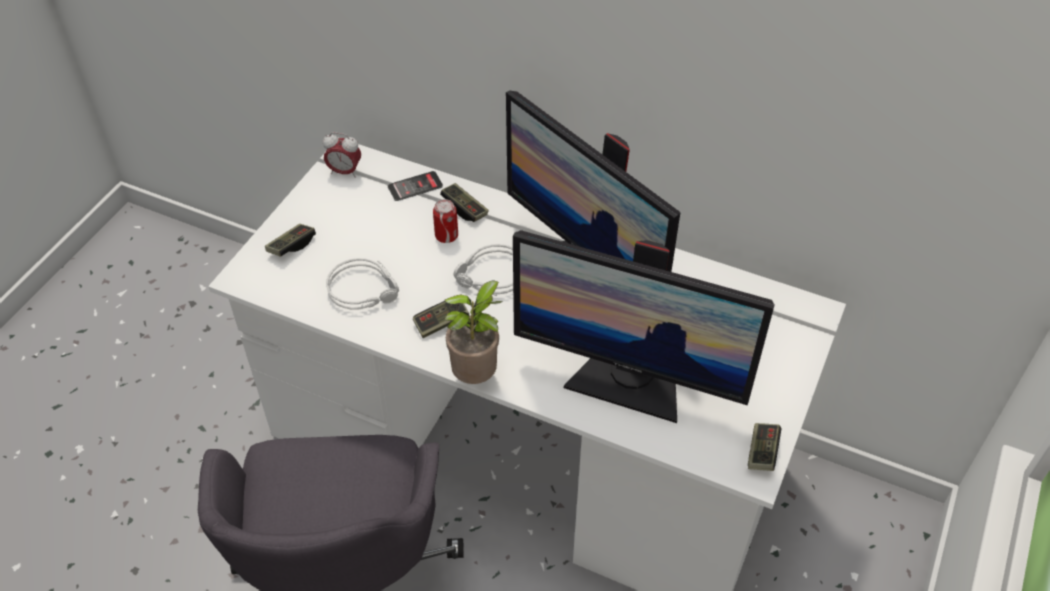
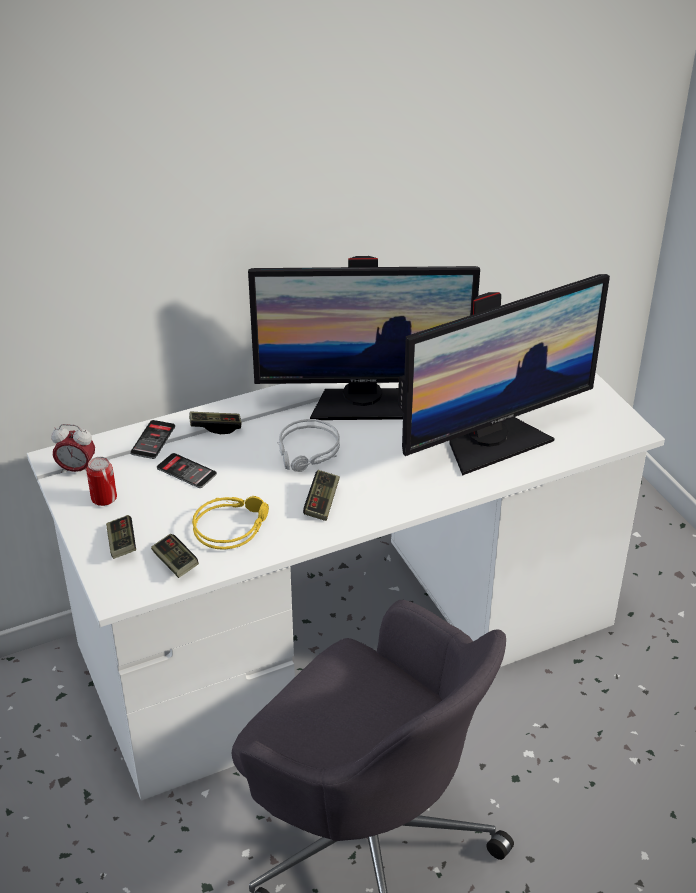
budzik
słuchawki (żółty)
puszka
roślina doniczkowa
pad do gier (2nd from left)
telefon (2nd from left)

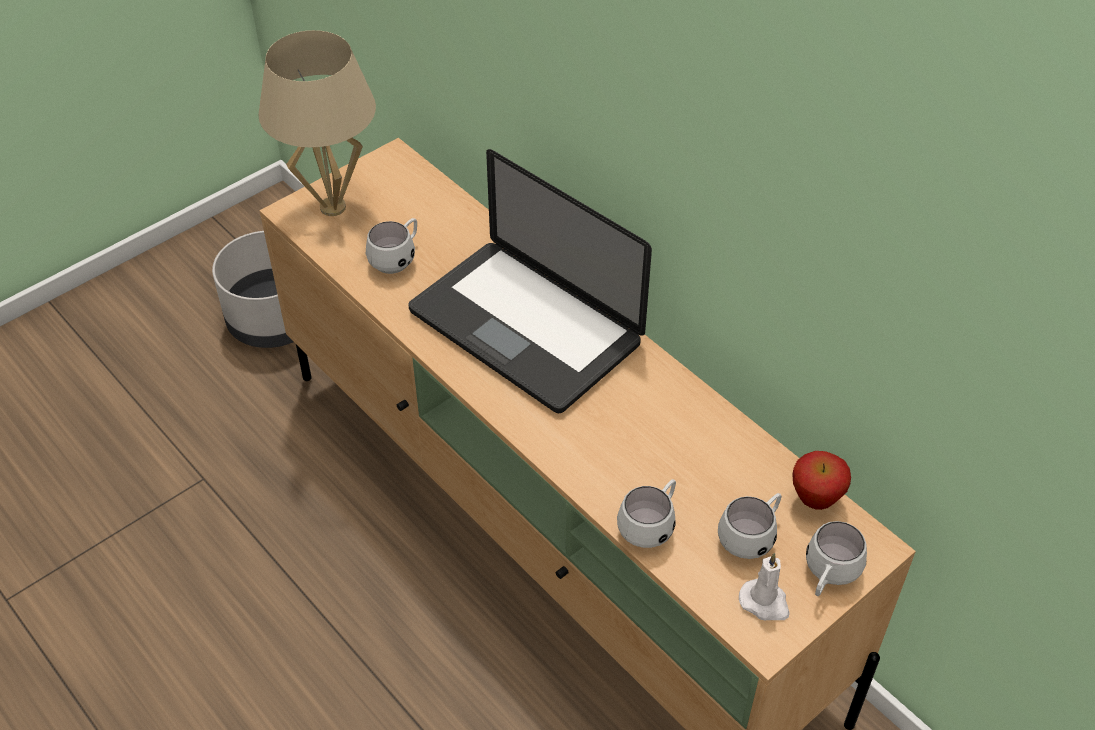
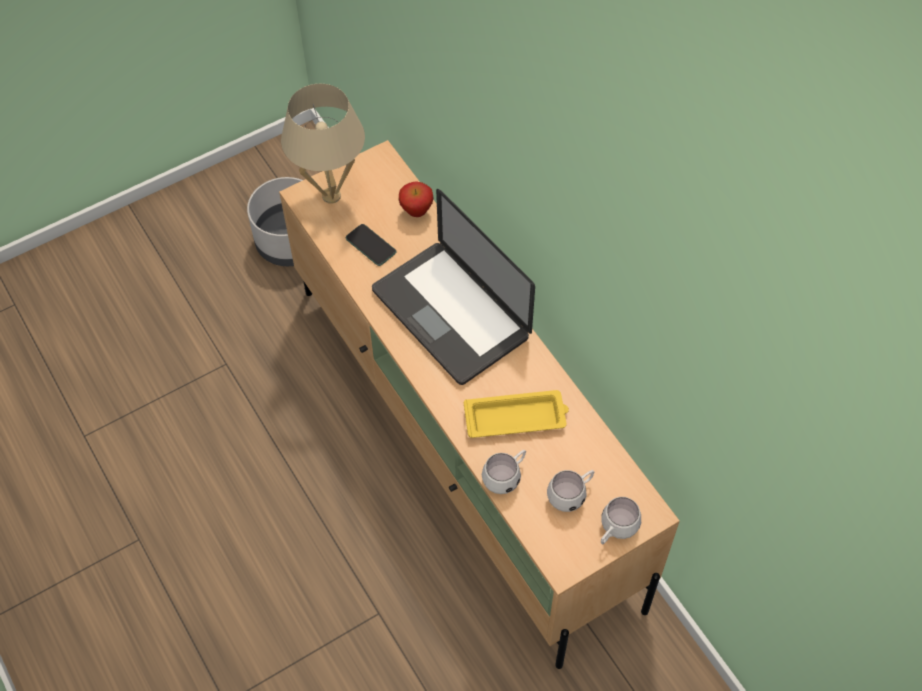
telefon
świeca (biały)
jabłko
taca (żółty)

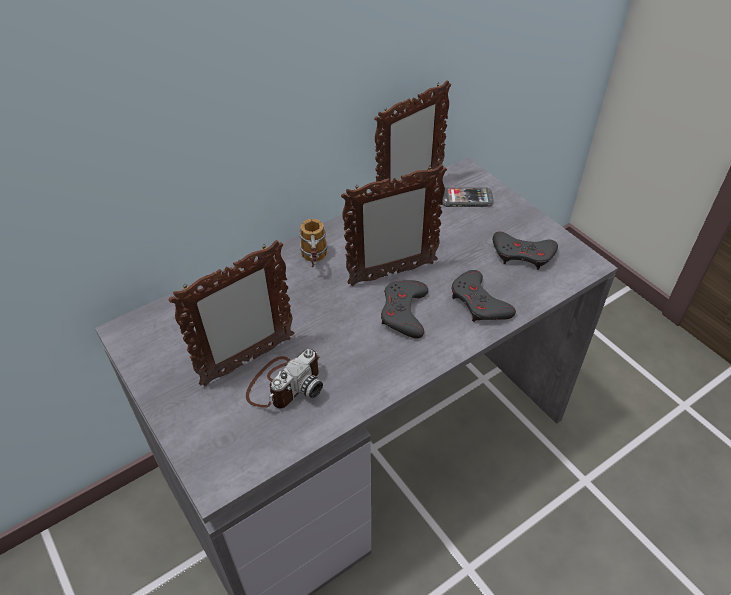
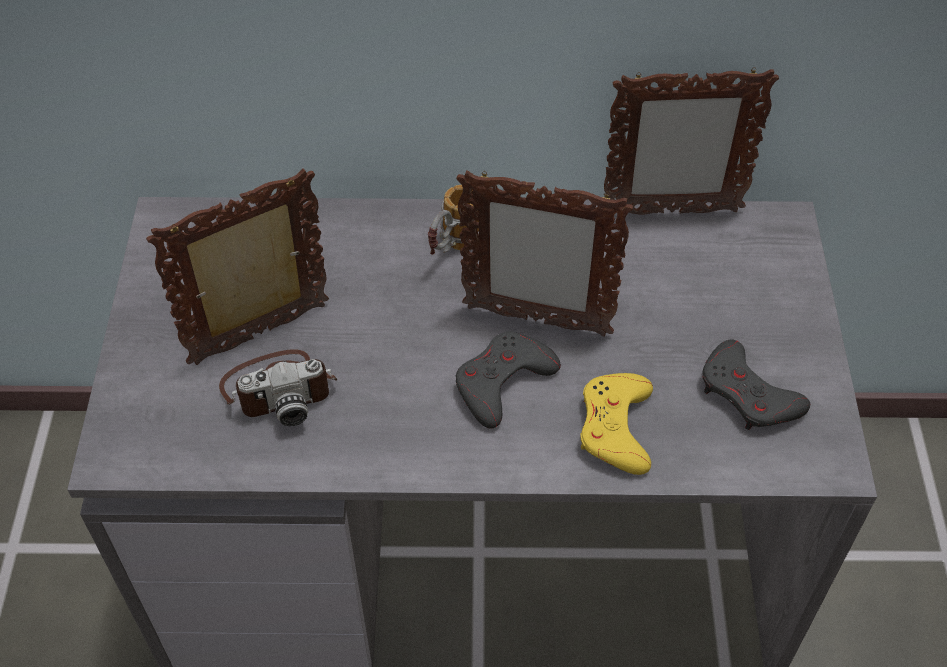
ramka na zdjęcie (1st from left)
telefon
pad do gier (żółty)

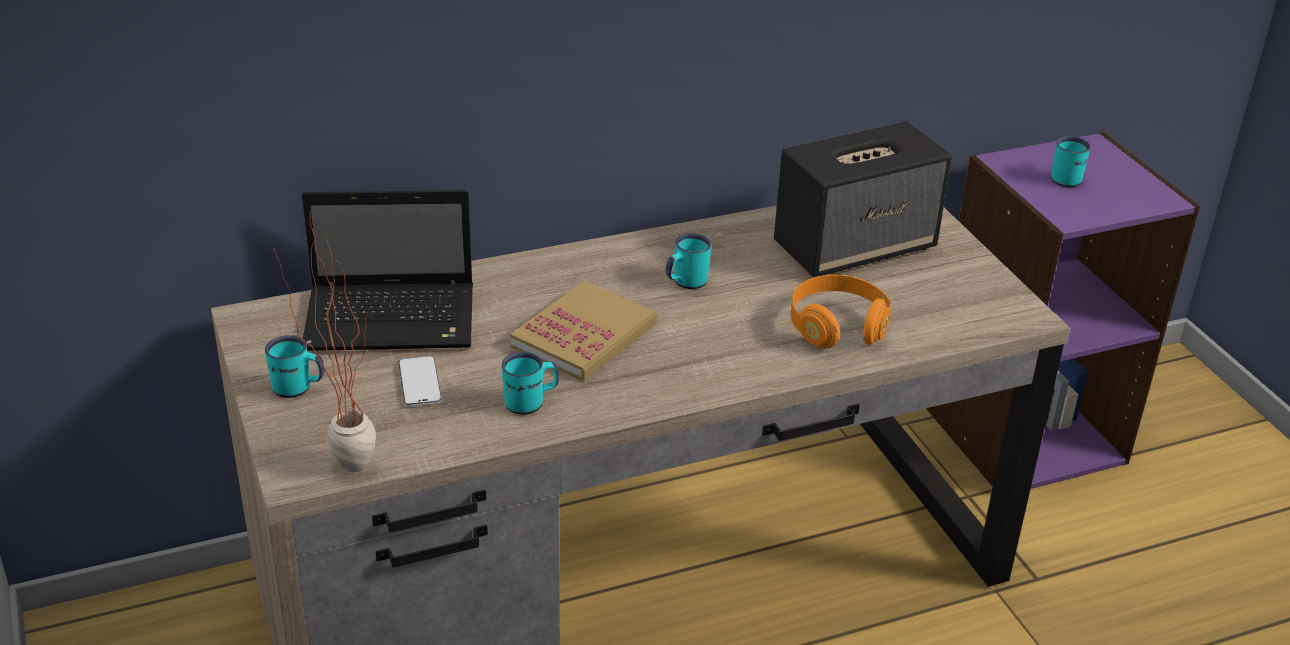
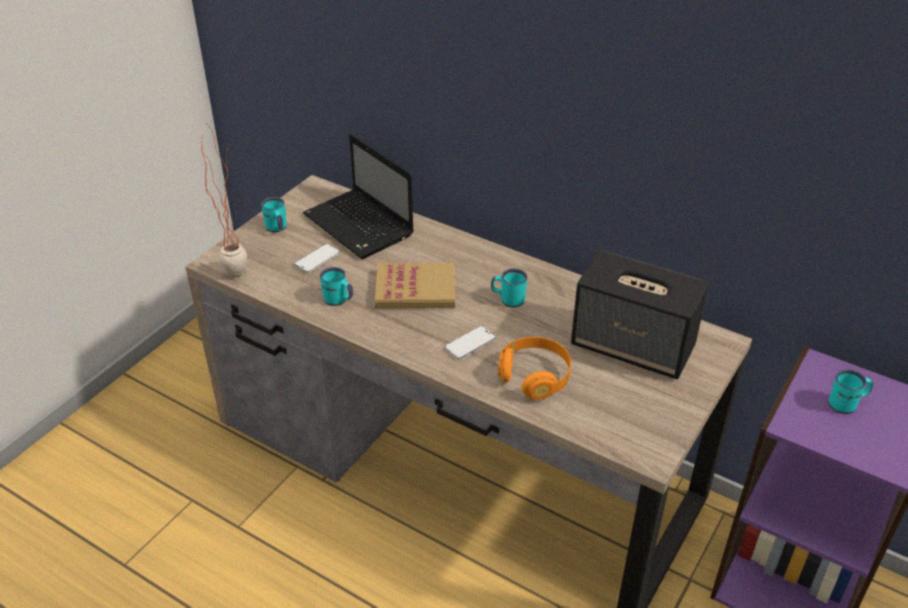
telefon (2nd from left)

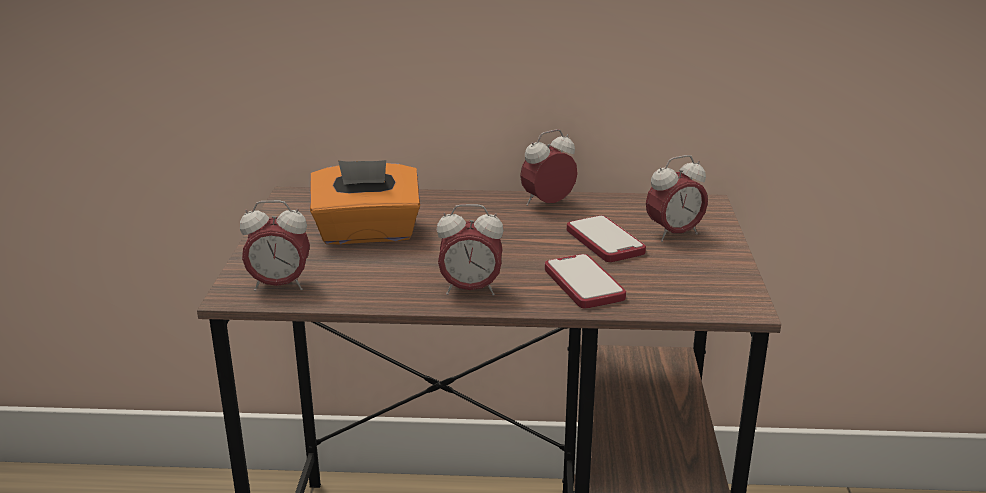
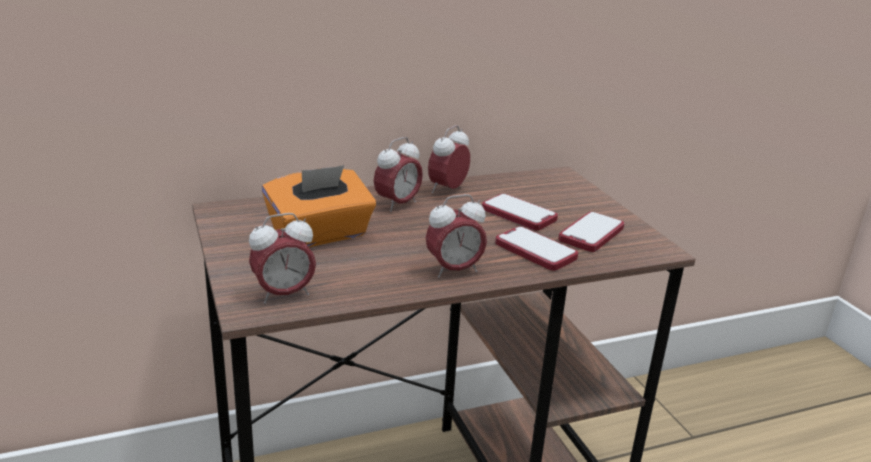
budzik (2nd from left)
telefon (3rd from left)

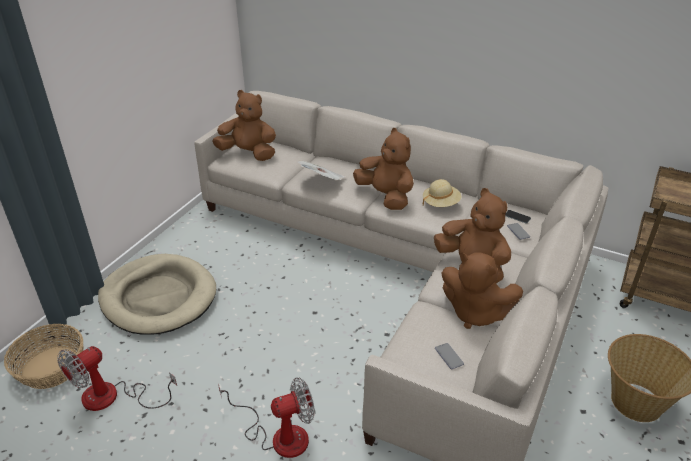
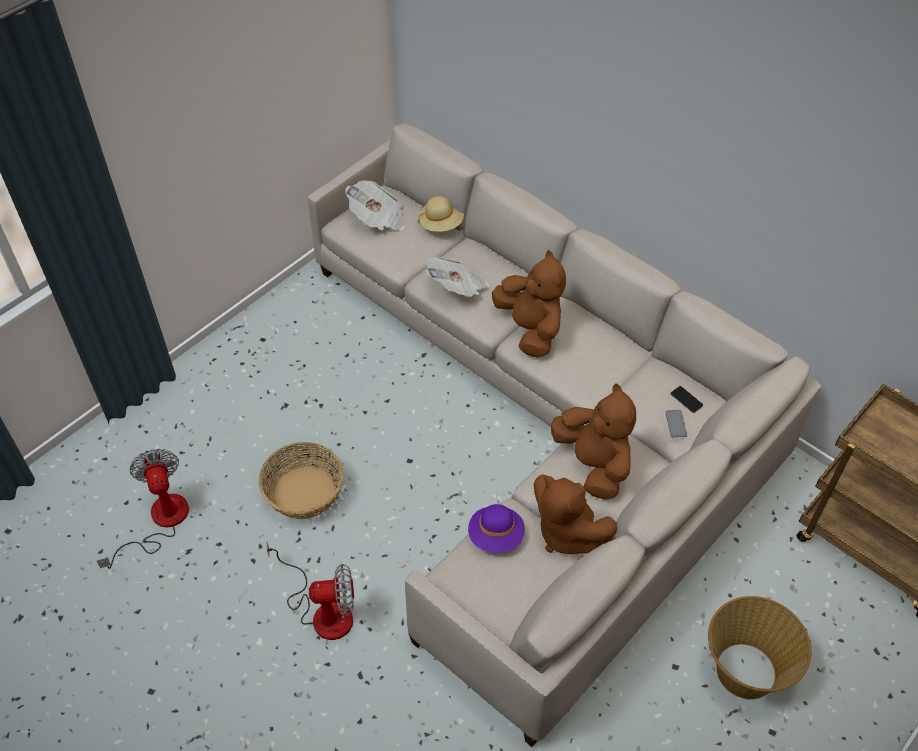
koszyk (1st from left)
wentylator (1st from left)
legowisko (beżowy)
gazeta (1st from left)
kapelusz (beżowy)
telefon (1st from left in the first image)
kapelusz (fioletowy)

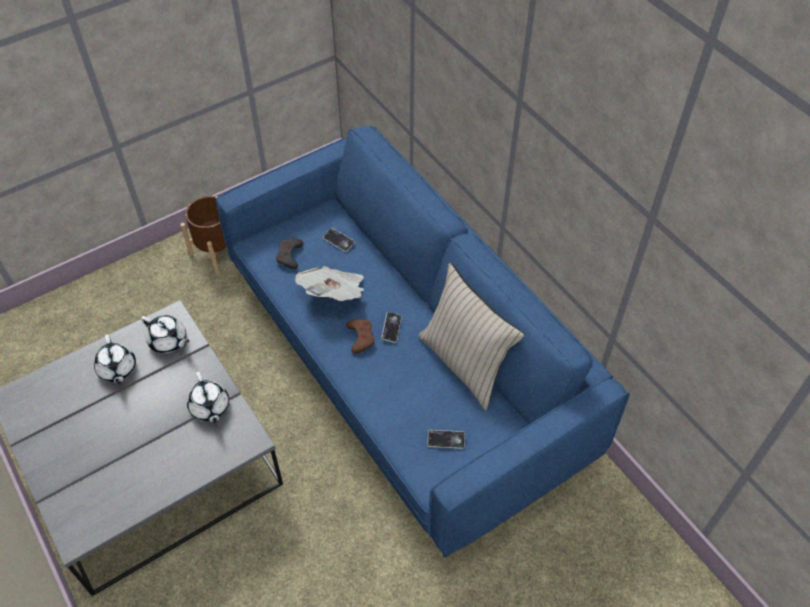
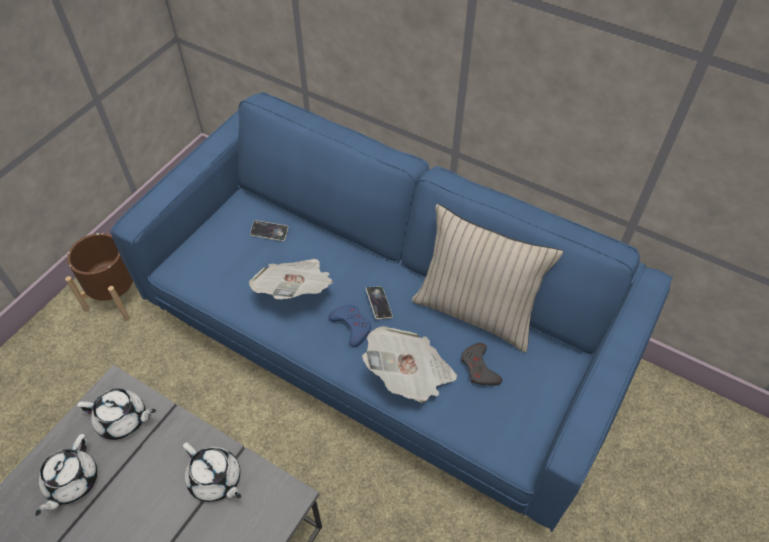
imbryk (biały) (1st from left)
pad do gier (szary)
pad do gier (niebieski)
telefon (3rd from left in the first image)
gazeta (2nd from left)

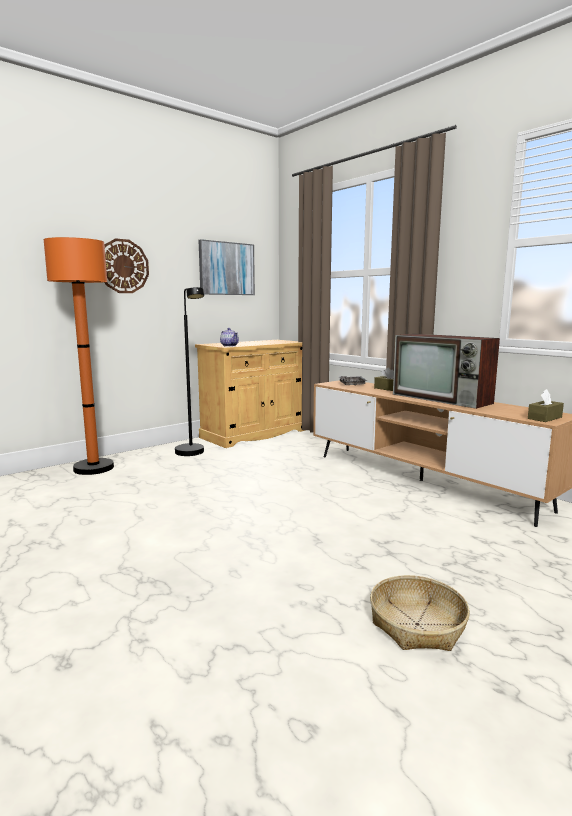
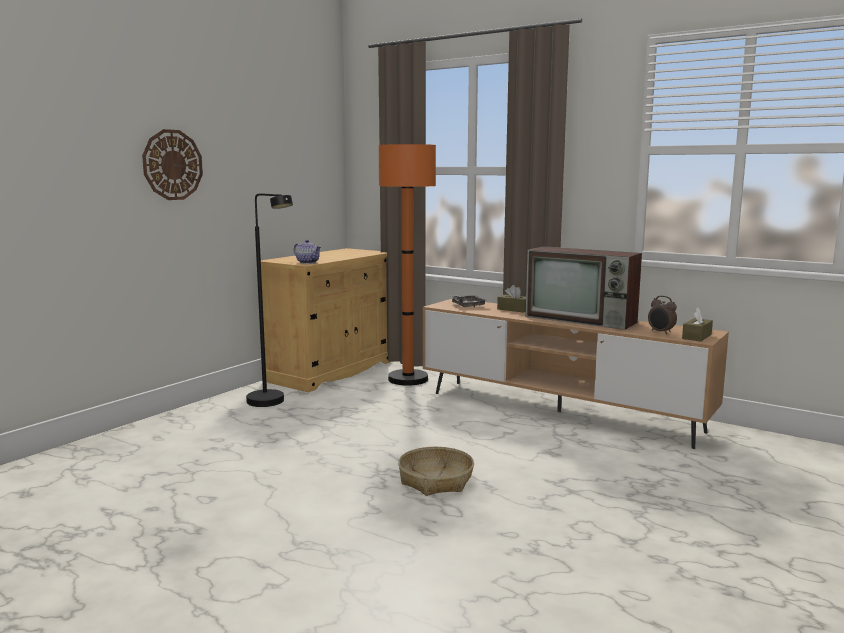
lampa stojąca (pomarańczowy)
obraz
koszyk
budzik

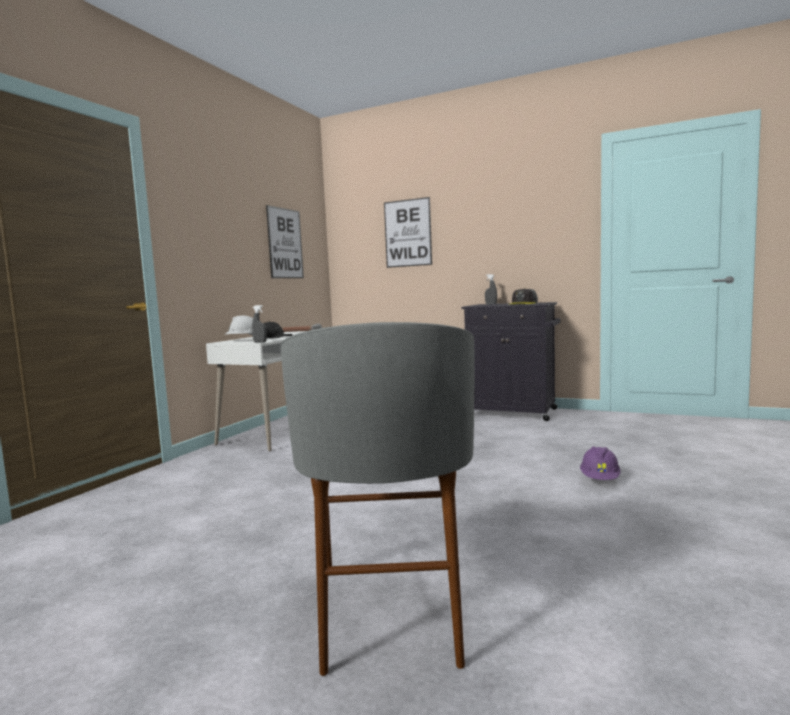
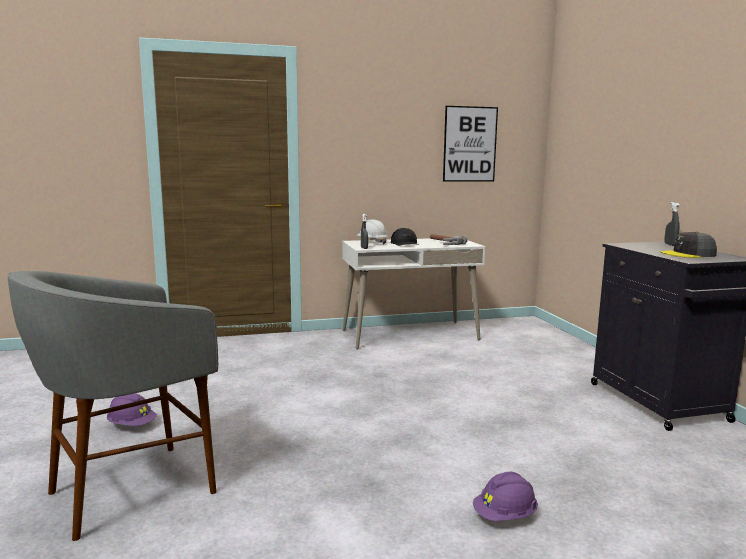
obraz (2nd from left in the first image)
kask (fioletowy) (1st from left)

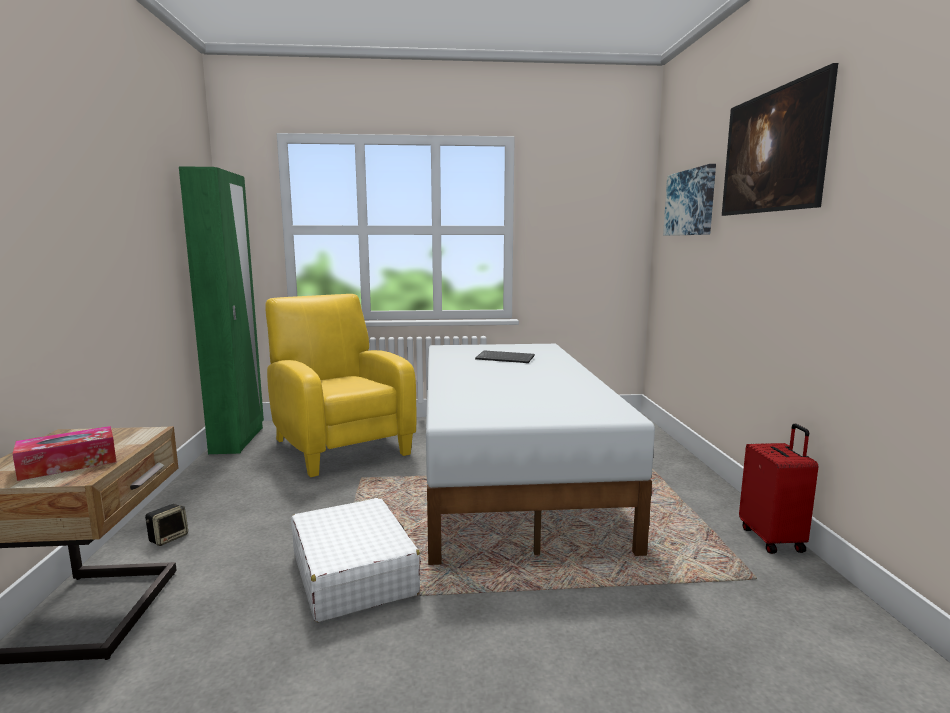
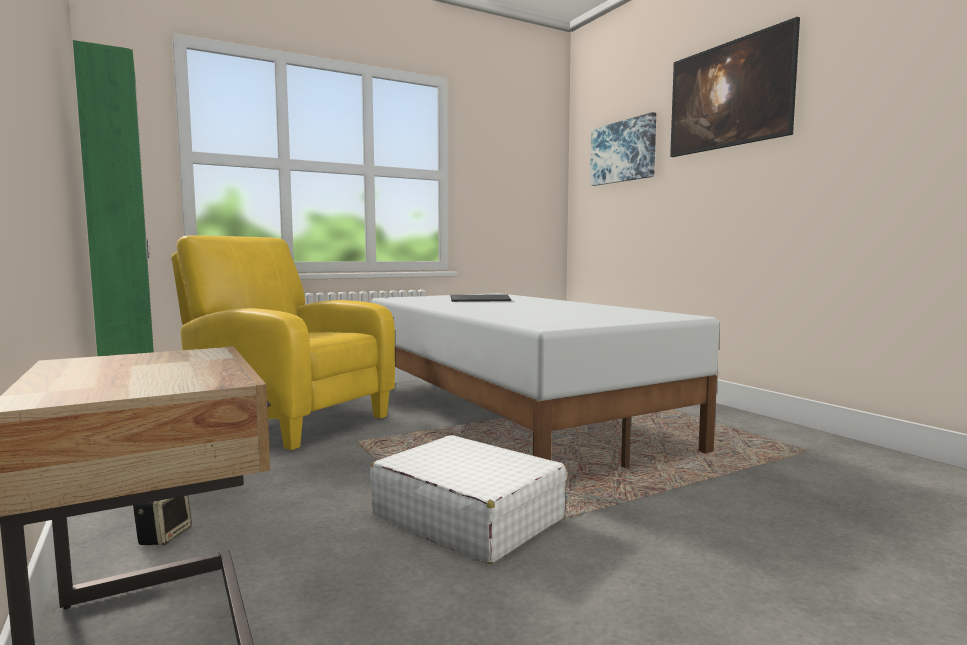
pudełko chusteczek
walizka (czerwony)

